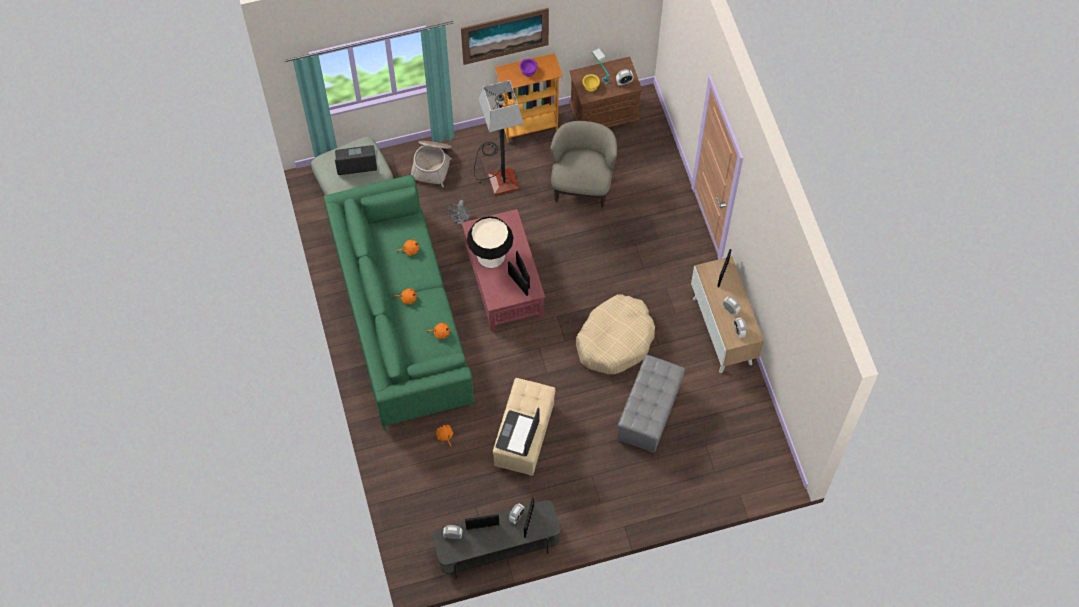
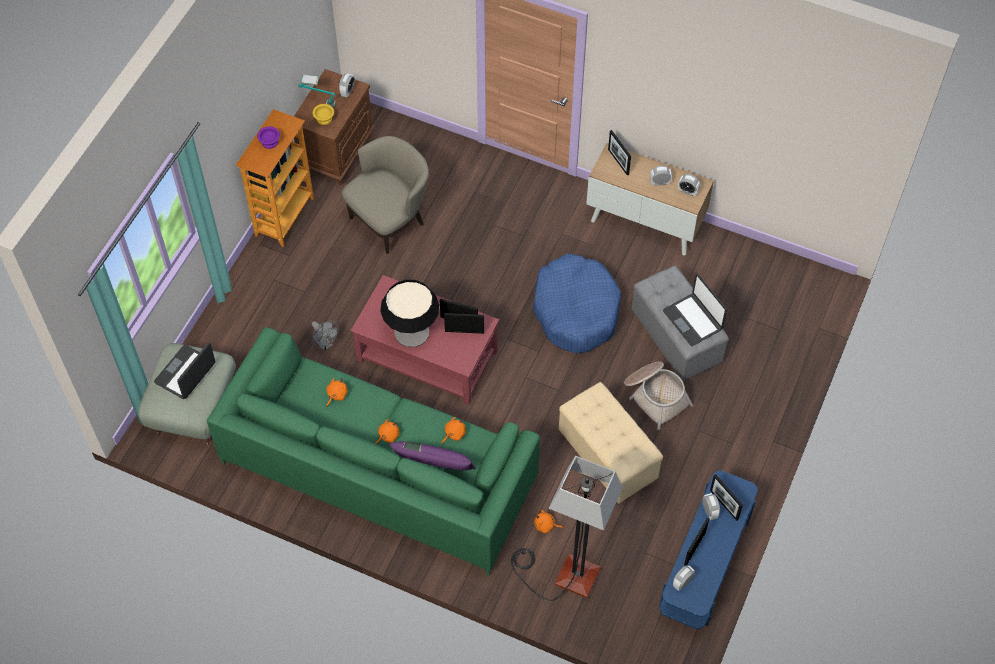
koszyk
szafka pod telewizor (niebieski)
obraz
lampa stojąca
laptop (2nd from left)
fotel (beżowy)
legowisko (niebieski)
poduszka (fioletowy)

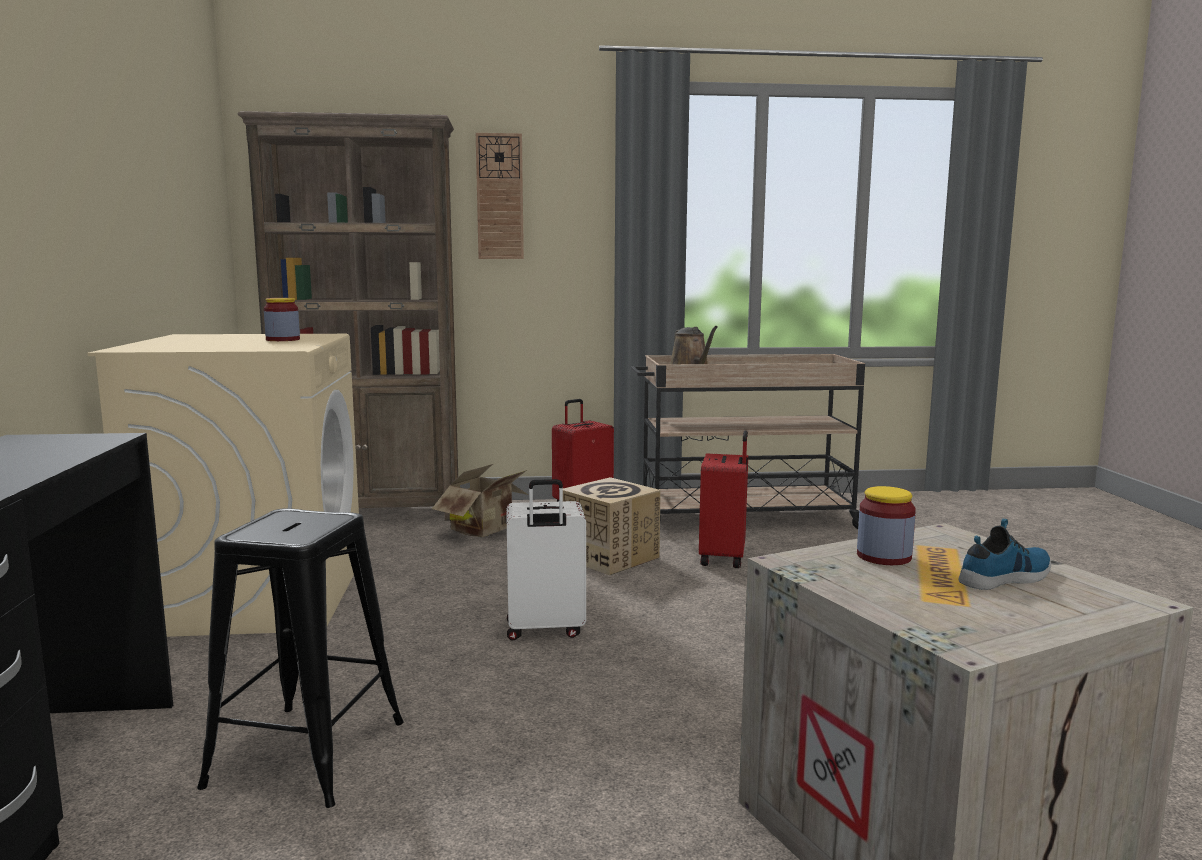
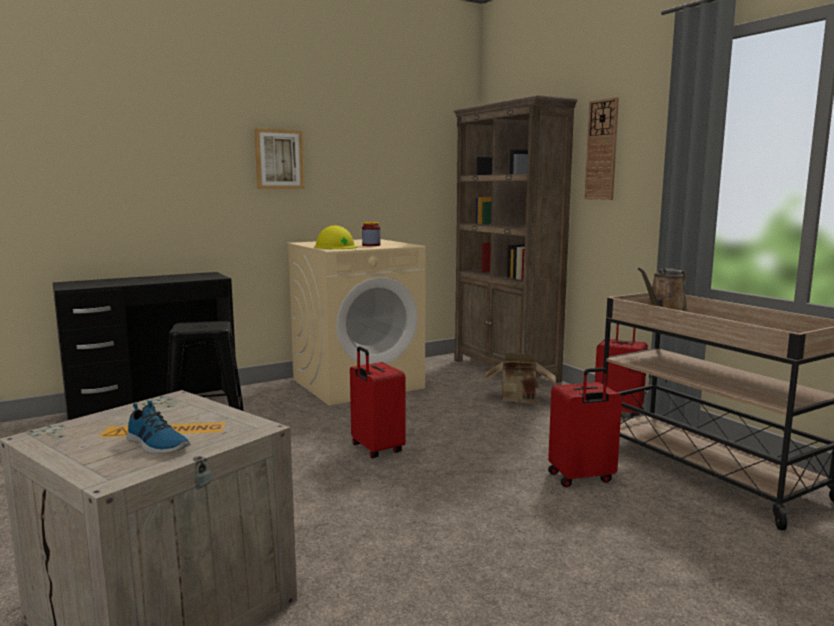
walizka (czerwony) (1st from left)
karton (2nd from left in the first image)
słoik (2nd from left in the first image)
obraz
kask (żółty)

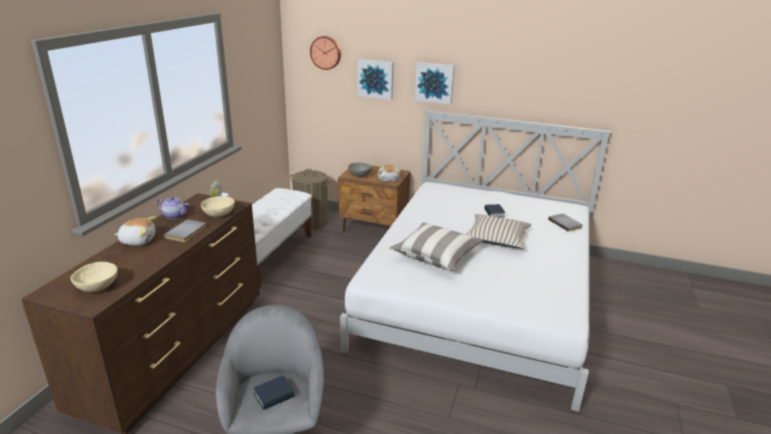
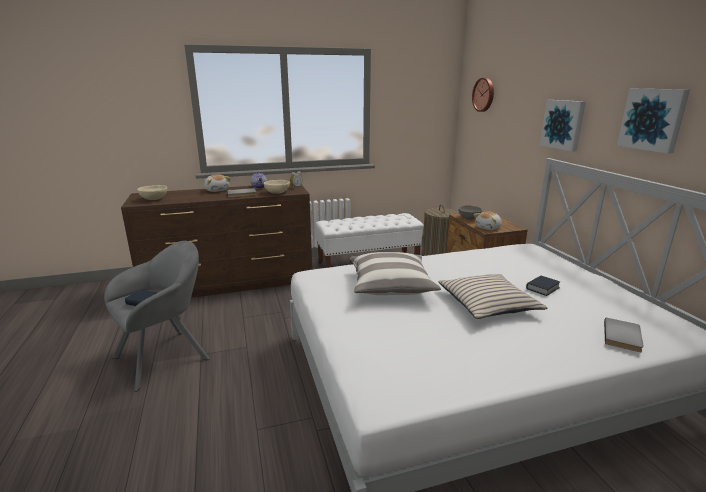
obraz (2nd from left)

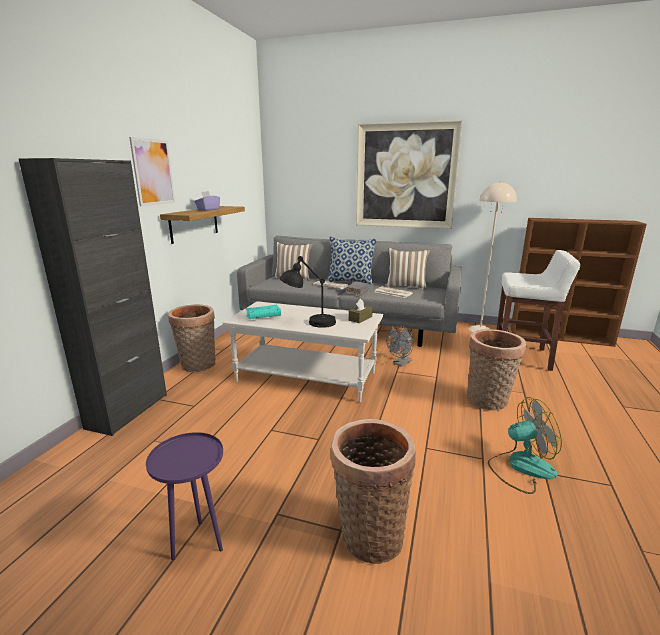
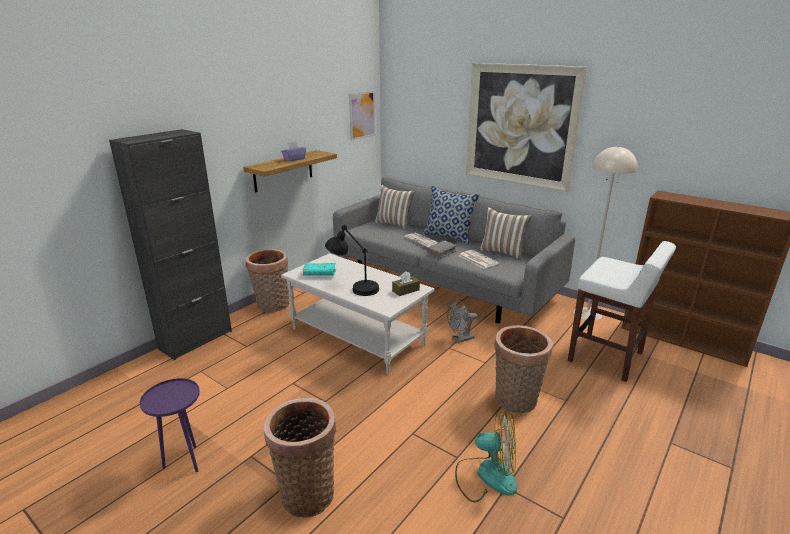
obraz (1st from left)

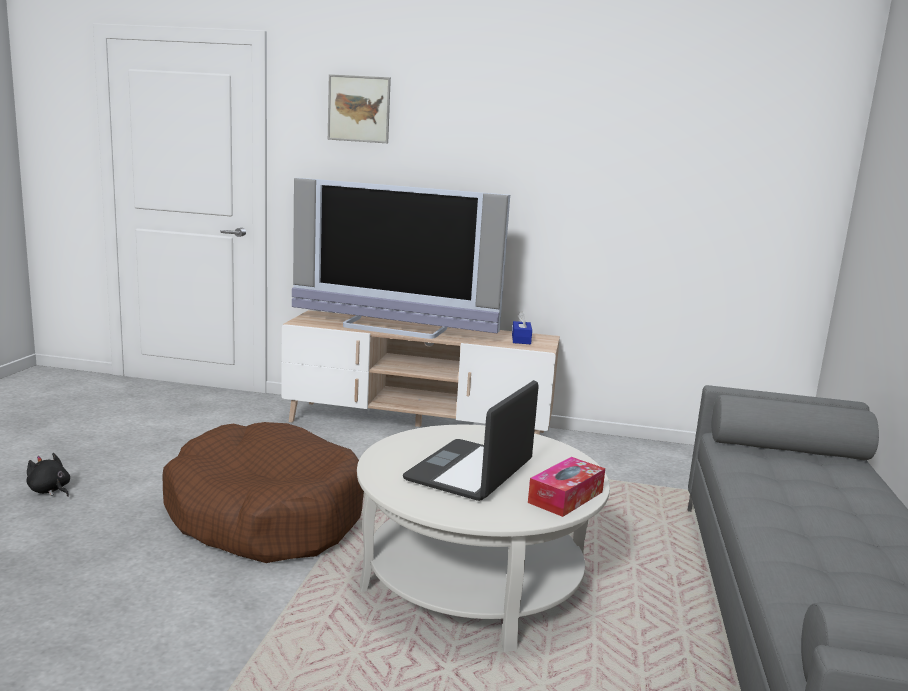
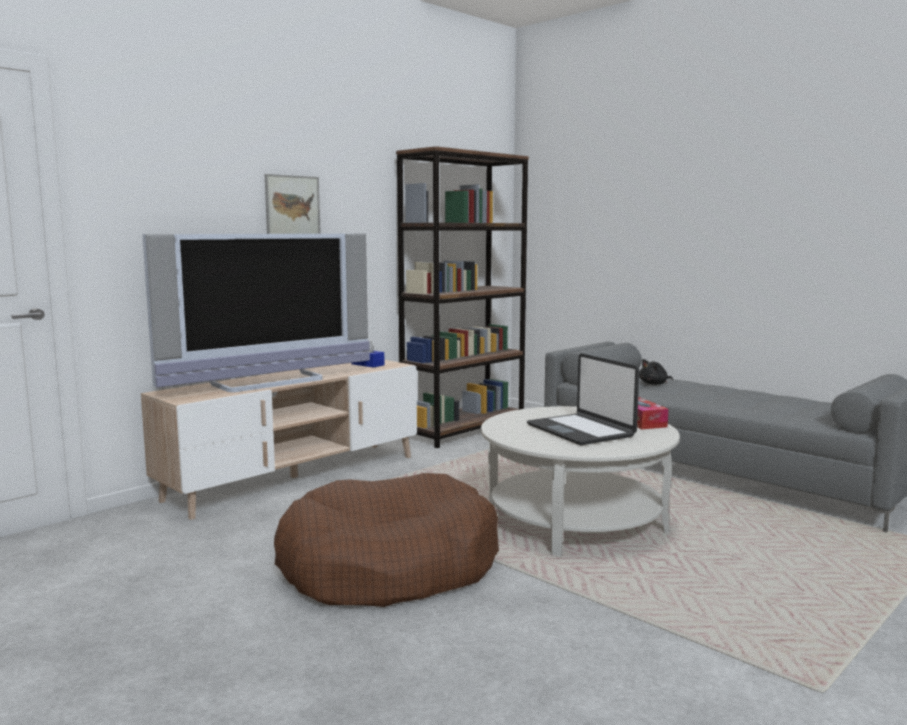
pluszak (czarny)
obraz
regał (brązowy)

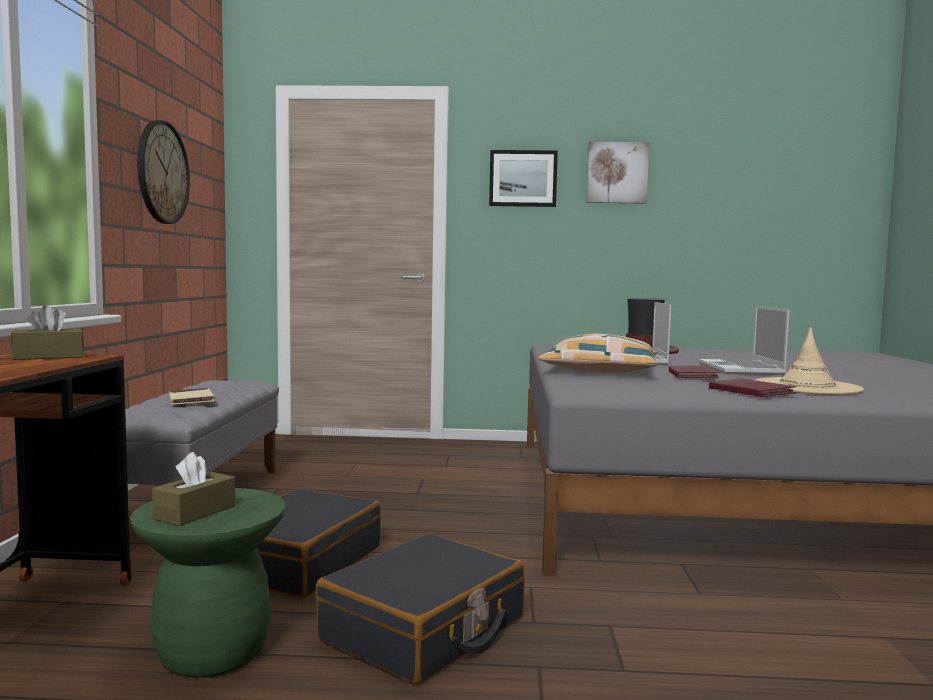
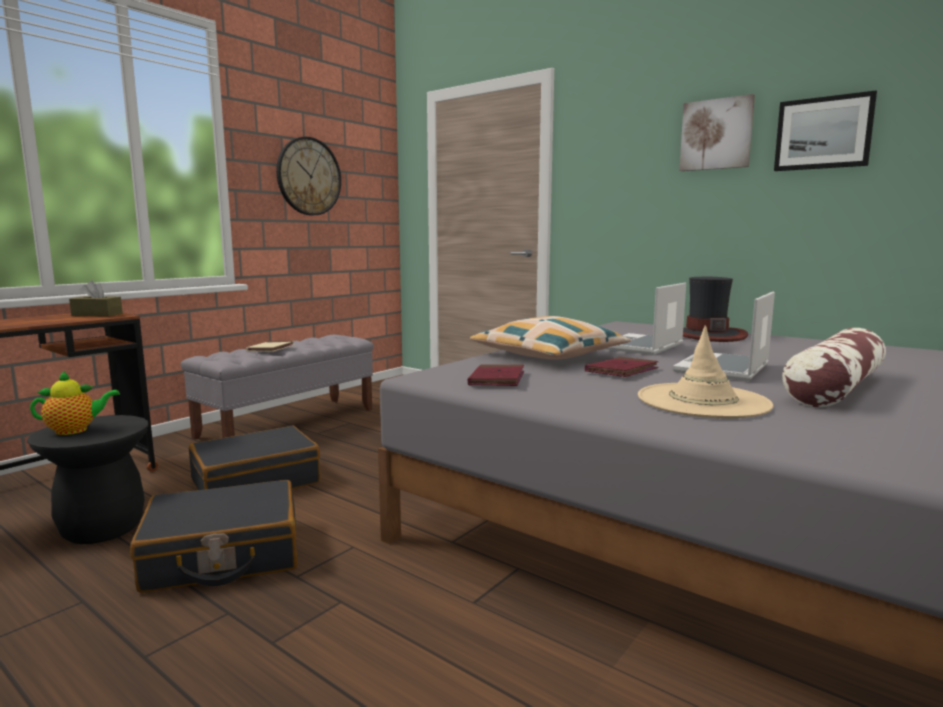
stołek (czarny)
imbryk
obraz (2nd from left)
książka (czerwony) (1st from left)
poduszka (2nd from left)

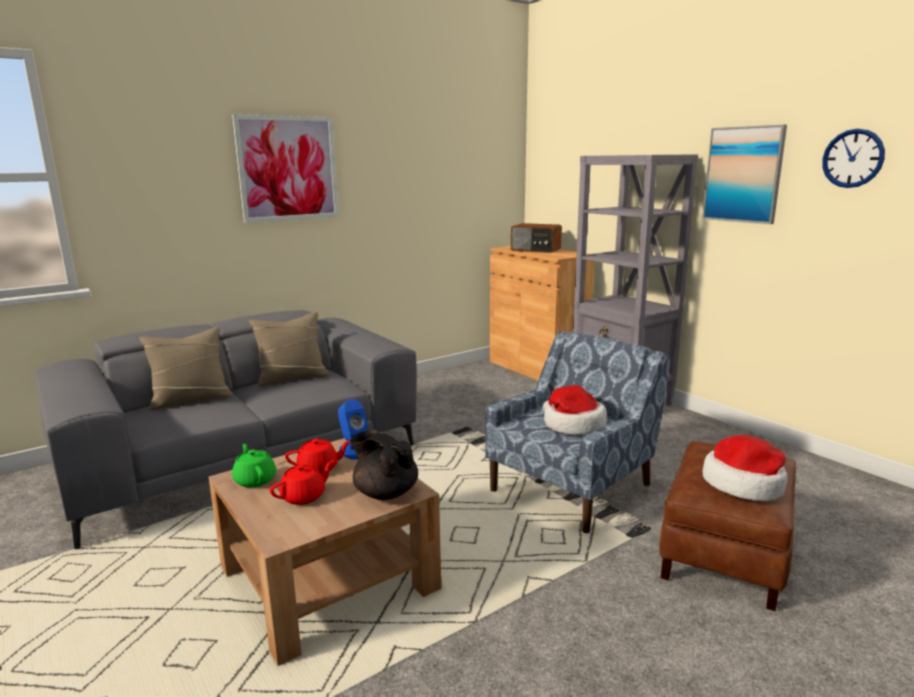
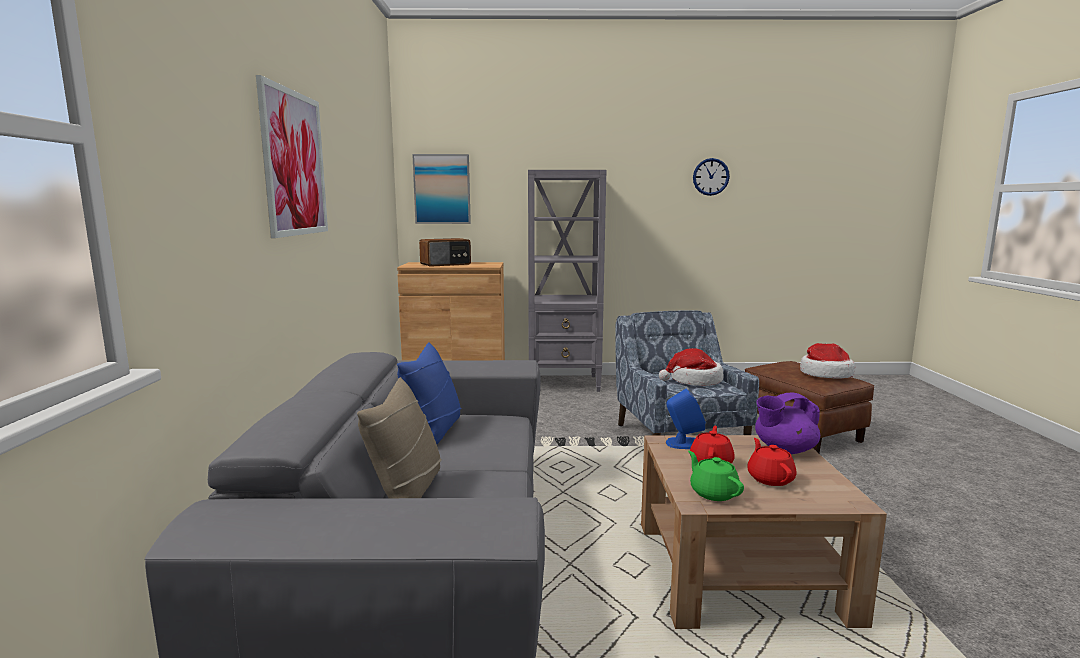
imbryk (zielony)
poduszka (niebieski)
imbryk (fioletowy)
obraz (2nd from left)

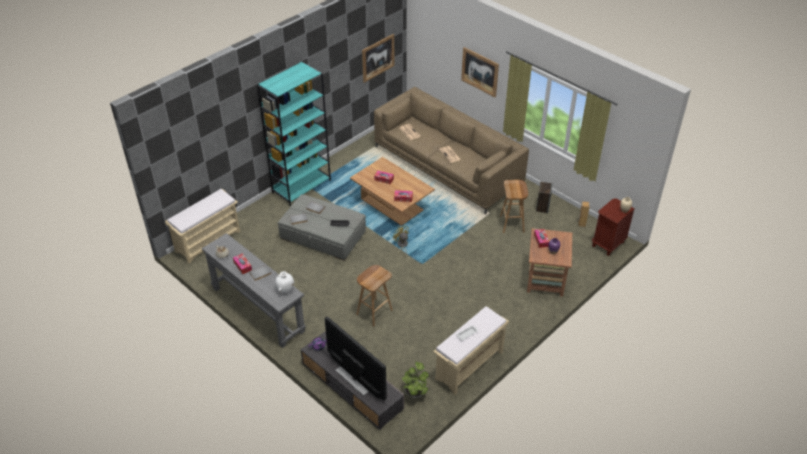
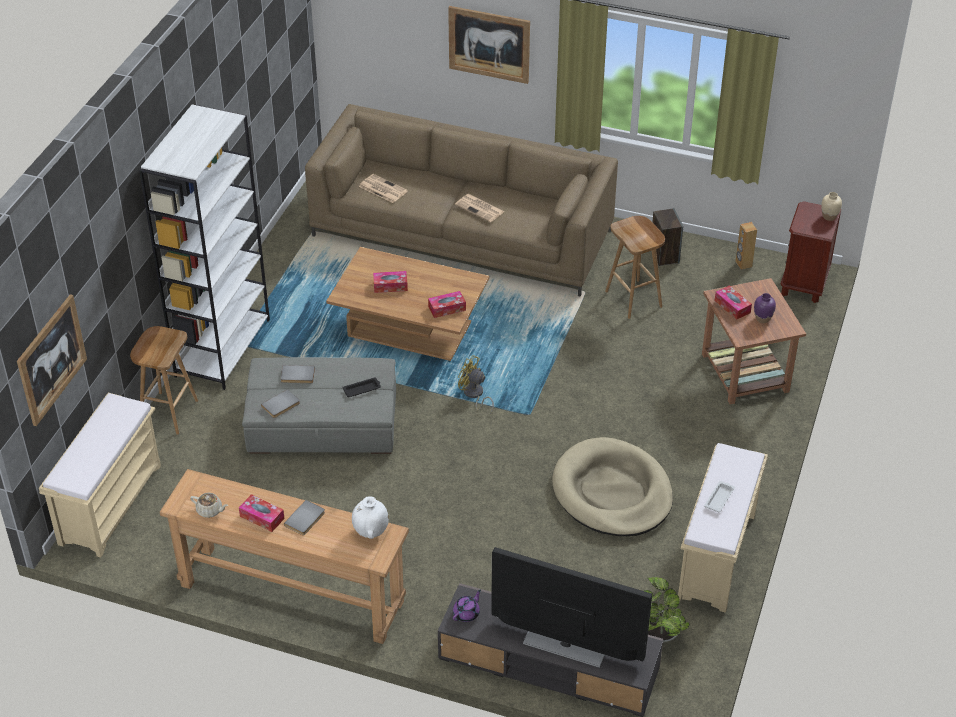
stolik konsolowy (brązowy)
regał (biały)
stołek (brązowy) (1st from left)
obraz (1st from left)
legowisko (beżowy)

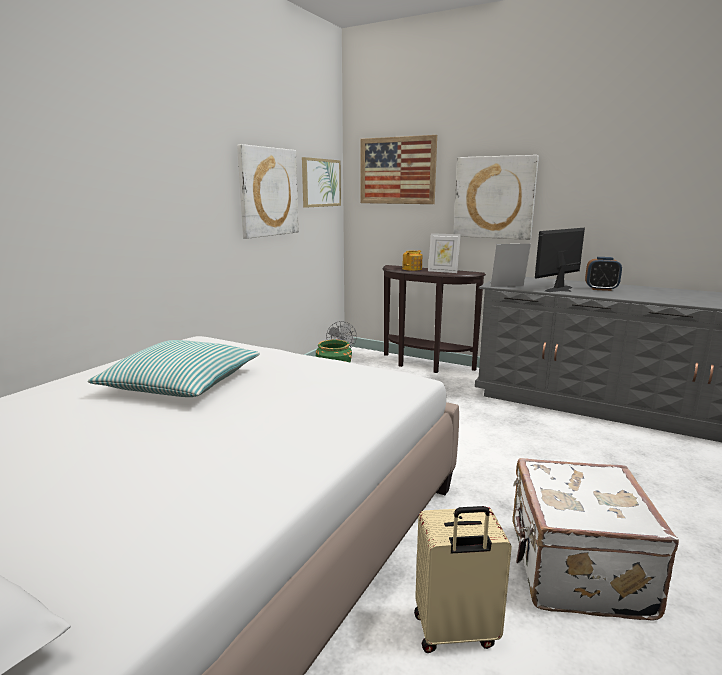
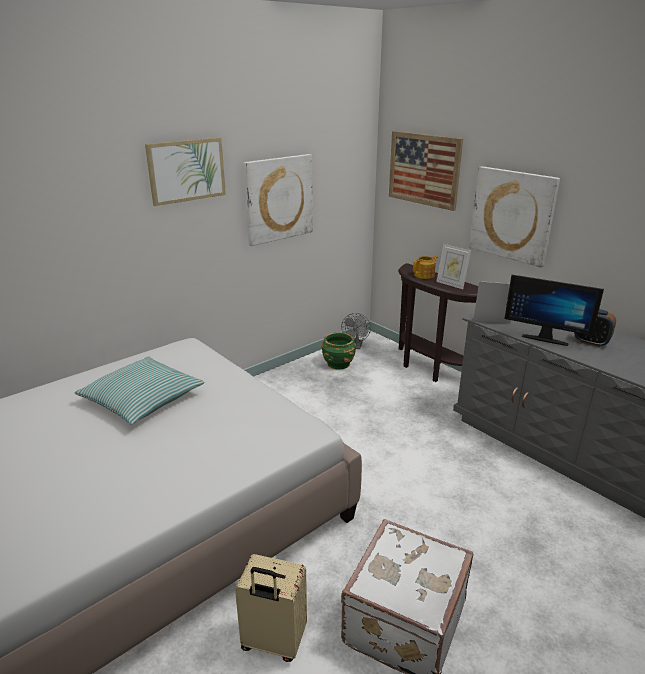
obraz (1st from left)
monitor

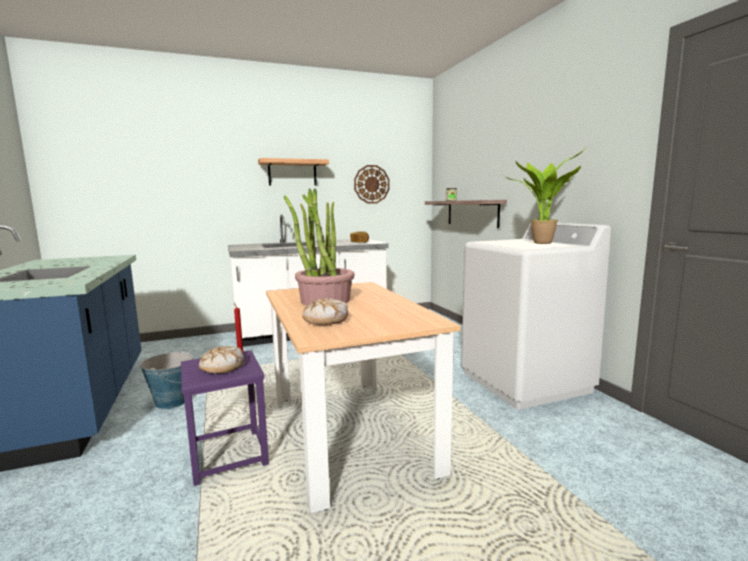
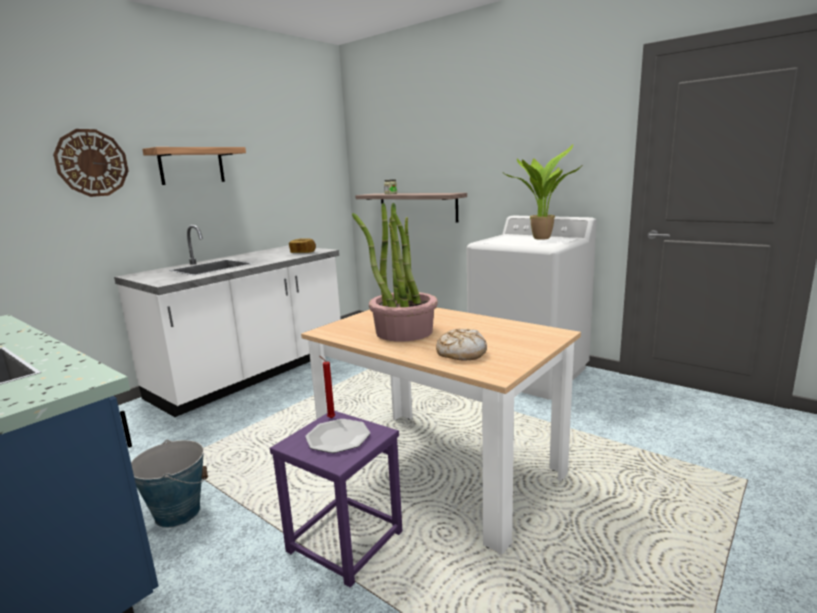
talerz
zegar ścienny

